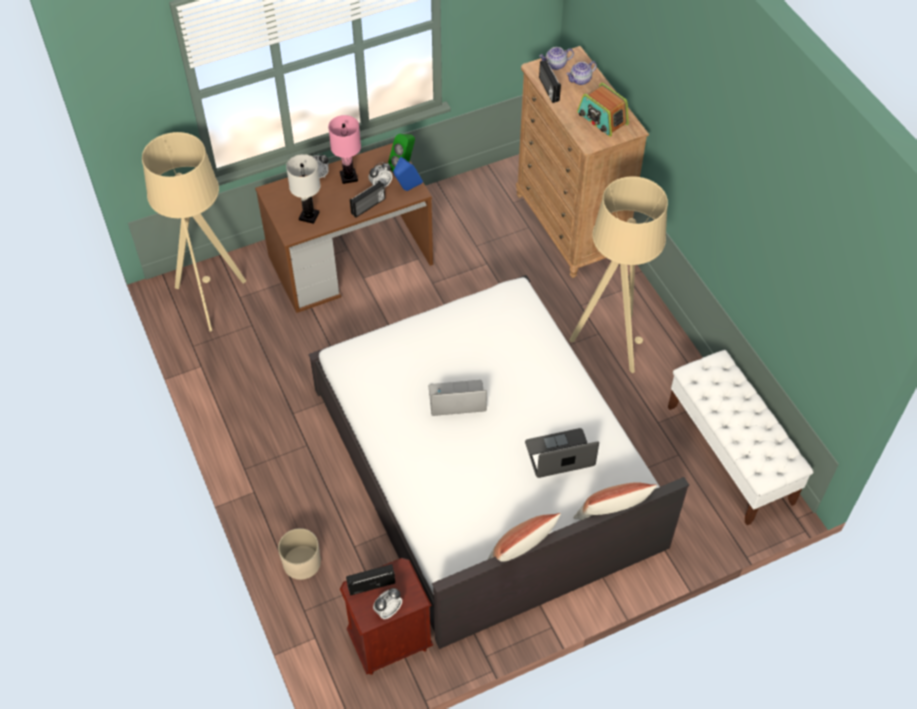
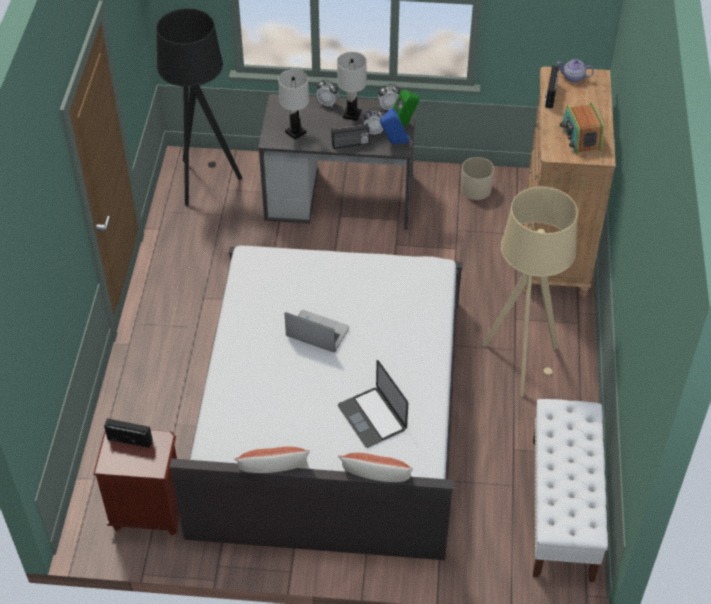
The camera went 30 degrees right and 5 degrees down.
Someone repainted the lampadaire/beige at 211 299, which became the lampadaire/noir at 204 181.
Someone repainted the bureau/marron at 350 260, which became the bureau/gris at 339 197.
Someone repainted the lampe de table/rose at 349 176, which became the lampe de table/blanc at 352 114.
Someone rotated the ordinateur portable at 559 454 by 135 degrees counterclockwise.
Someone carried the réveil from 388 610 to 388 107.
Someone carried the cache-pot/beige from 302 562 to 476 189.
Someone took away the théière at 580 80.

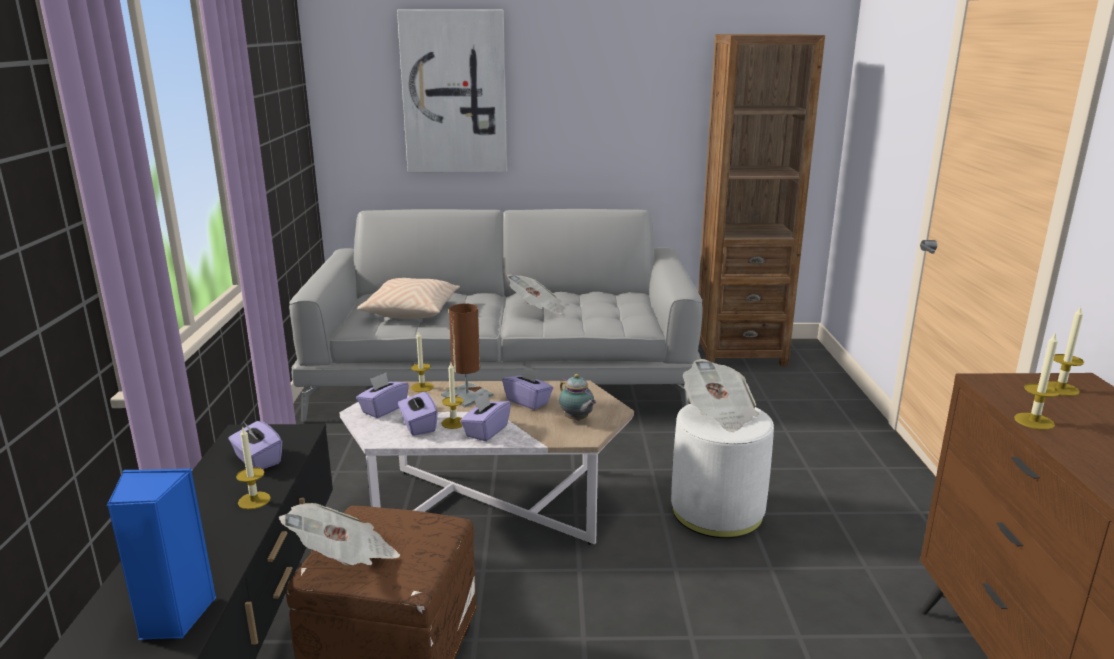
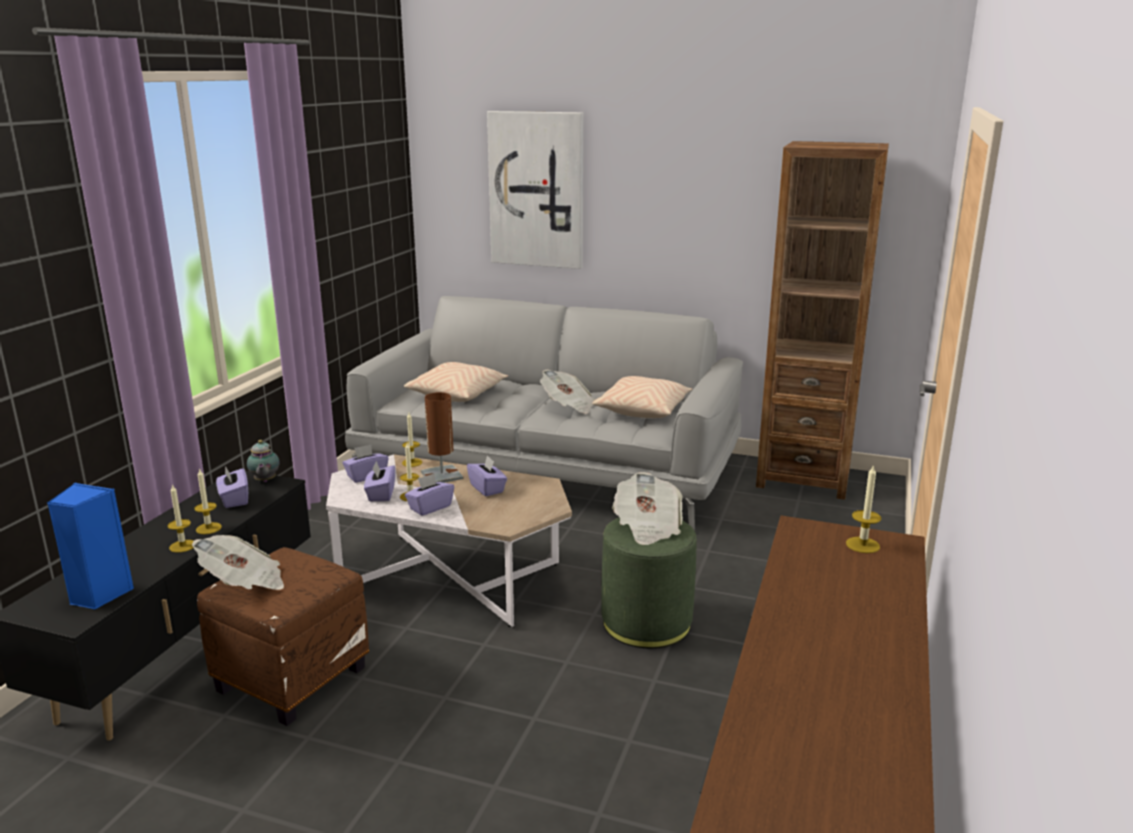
The camera went 20 degrees right and 0 degrees up.
Someone carried the bougie from 1034 421 to 182 546.
Someone carried the théière from 577 420 to 265 481.
Someone put down the coussin/beige at 643 410.
Someone repainted the pouf/blanc at 717 512, which became the pouf/vert at 646 623.

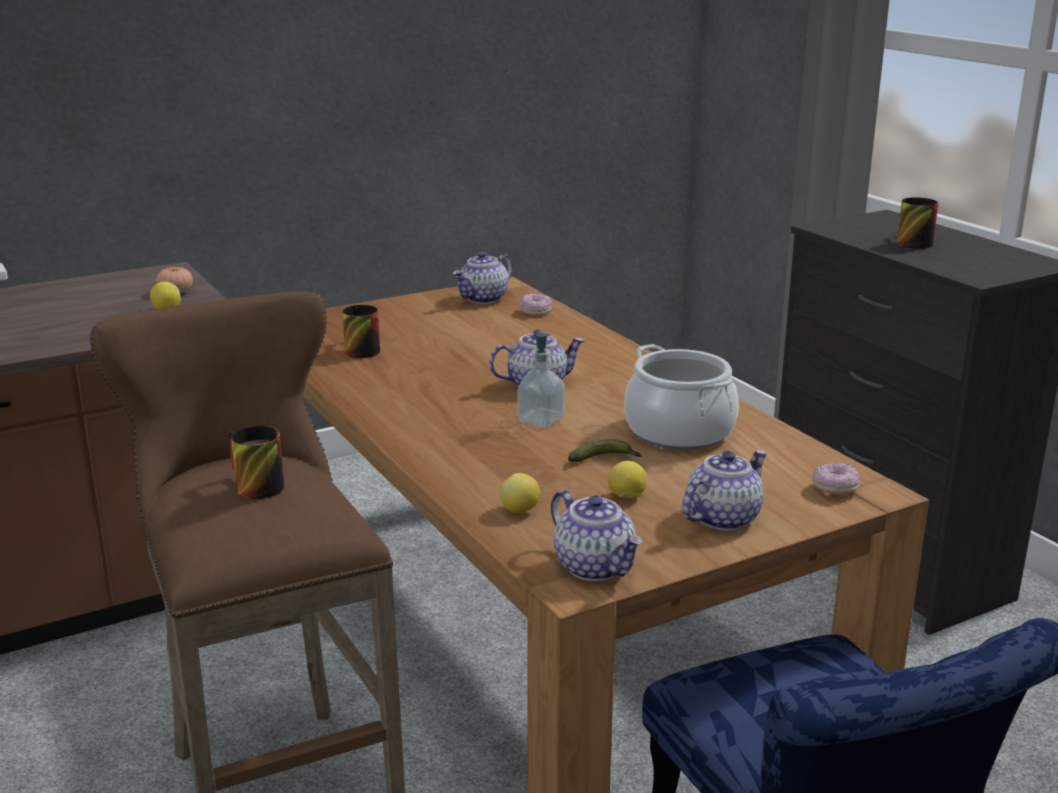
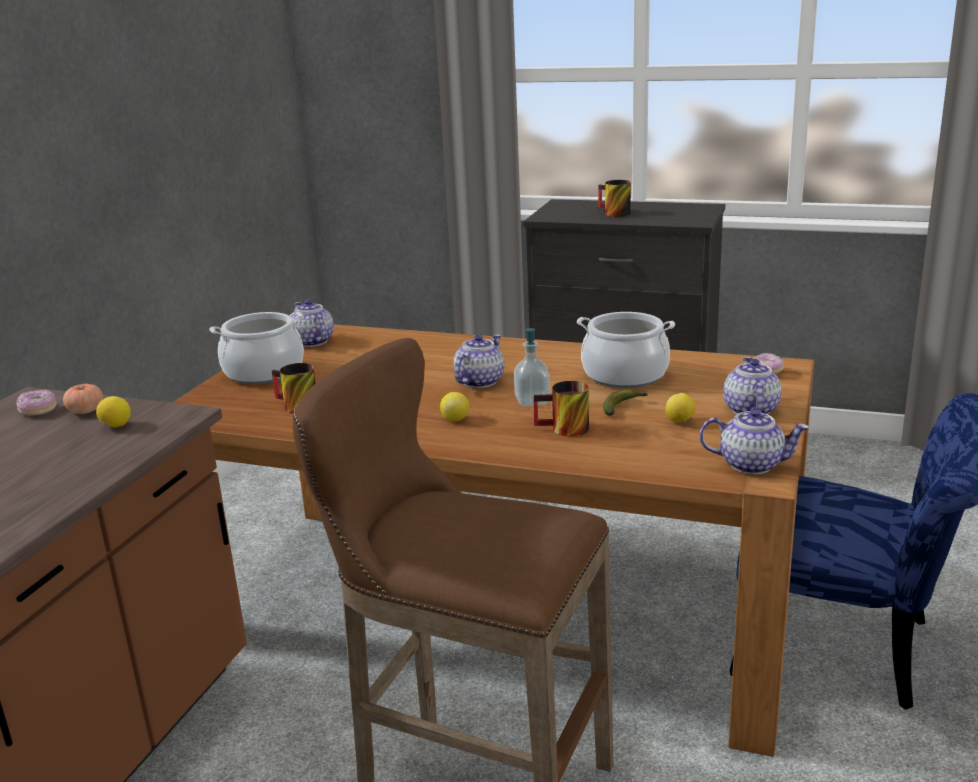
The camera went 40 degrees left and 0 degrees up.
Someone carried the beignet from 535 312 to 38 410.
Someone put down the marmite at 264 372.
Someone rotated the théière at 484 299 by 150 degrees clockwise.
Someone carried the citron from 520 510 to 455 419.
Someone carried the mug from 251 486 to 564 430.

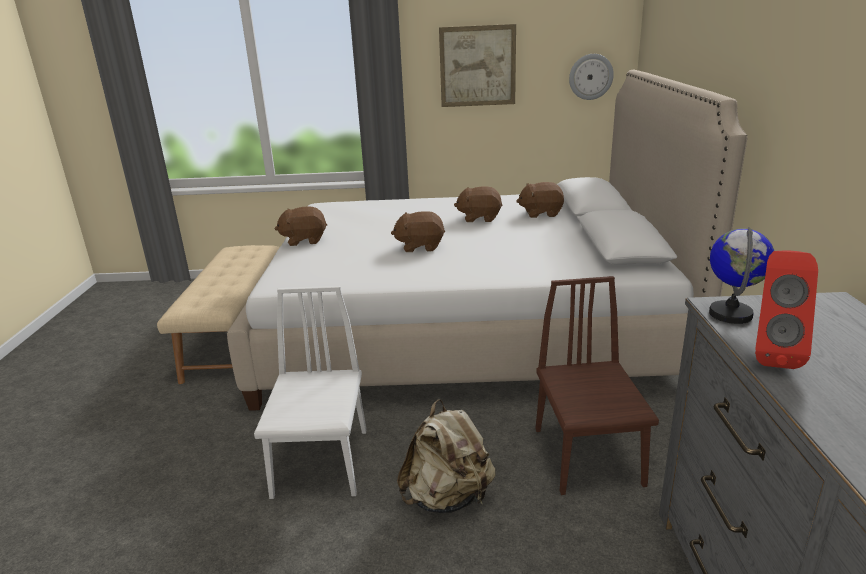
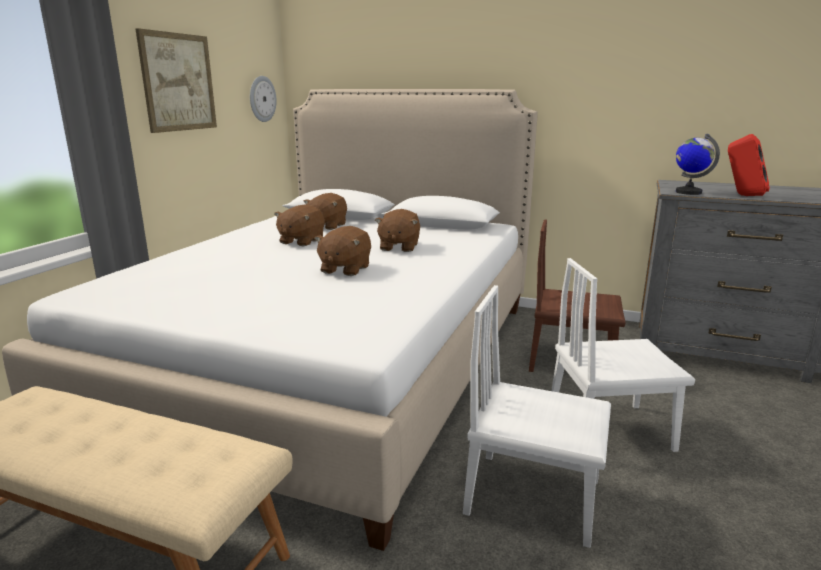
The camera went 70 degrees left and 5 degrees down.
Someone carried the peluche/marron from 304 240 to 398 247.
Someone swapped the sac à dos/beige at 448 498 for the chaise/blanc at 609 430.

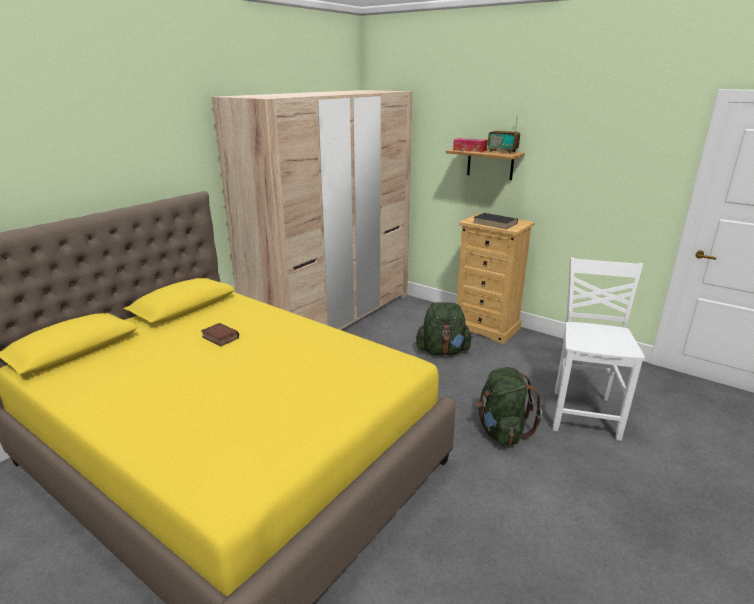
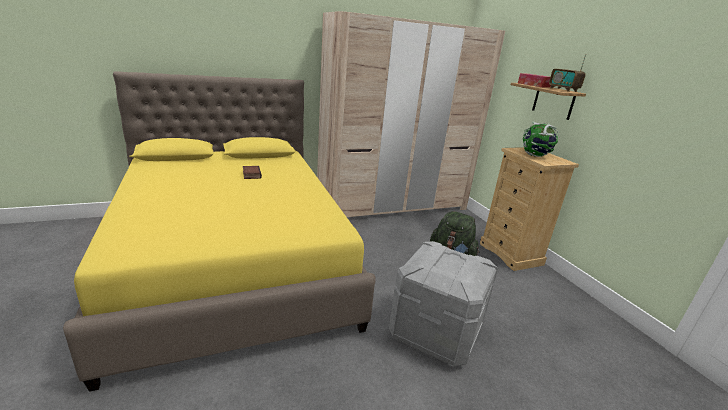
The camera went 30 degrees right and 0 degrees up.
Someone swapped the sac à dos/vert at 501 431 for the boîte de rangement/gris at 435 332.
Someone swapped the livre/noir at 495 223 for the globe at 535 156.
Someone took away the chaise/blanc at 584 413.

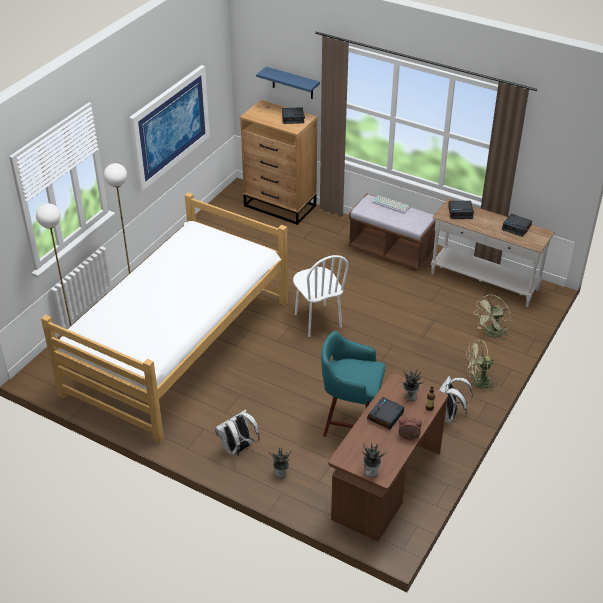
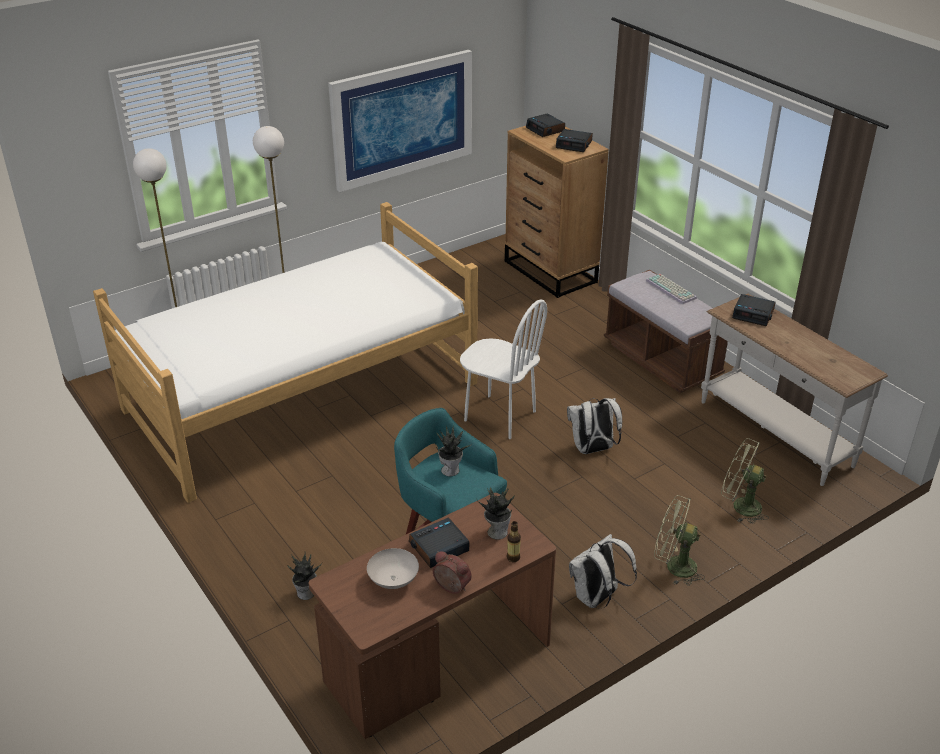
The camera went 25 degrees right and 5 degrees down.
Someone put down the bol/blanc at 393 581.
Someone carried the plante en pot from 371 471 to 451 470.
Someone rotated the chaise/blanc at 317 320 by 60 degrees counterclockwise.
Someone carried the réveil from 516 228 to 545 129.
Someone carried the sac à dos/blanc from 238 449 to 592 449.
Someone rotated the ventilateur/vert at 491 334 by 45 degrees clockwise.
Someone took away the étagère/bleu at 292 83.

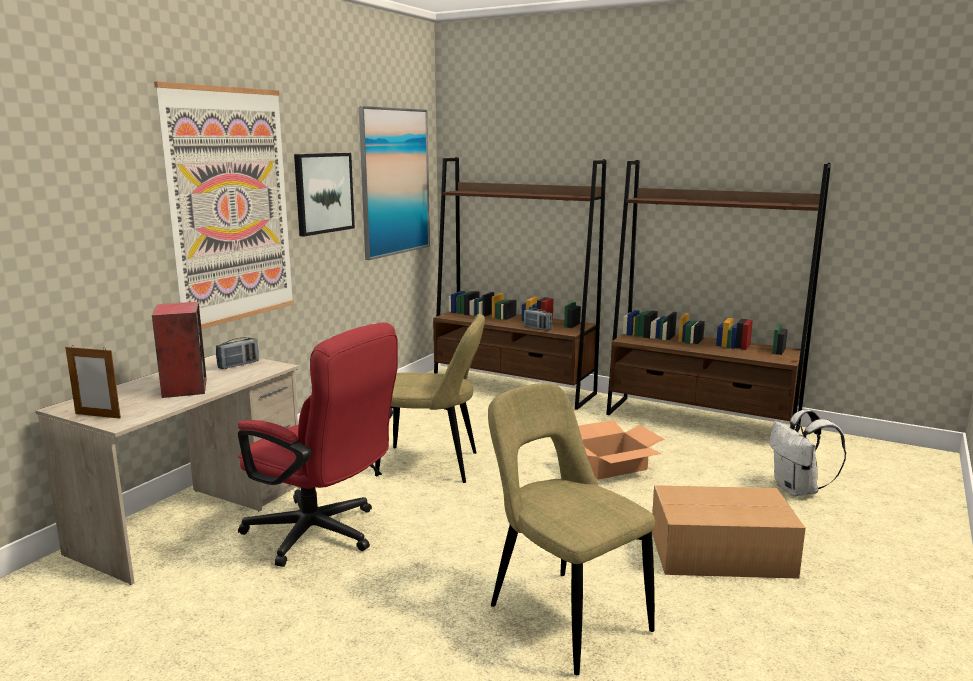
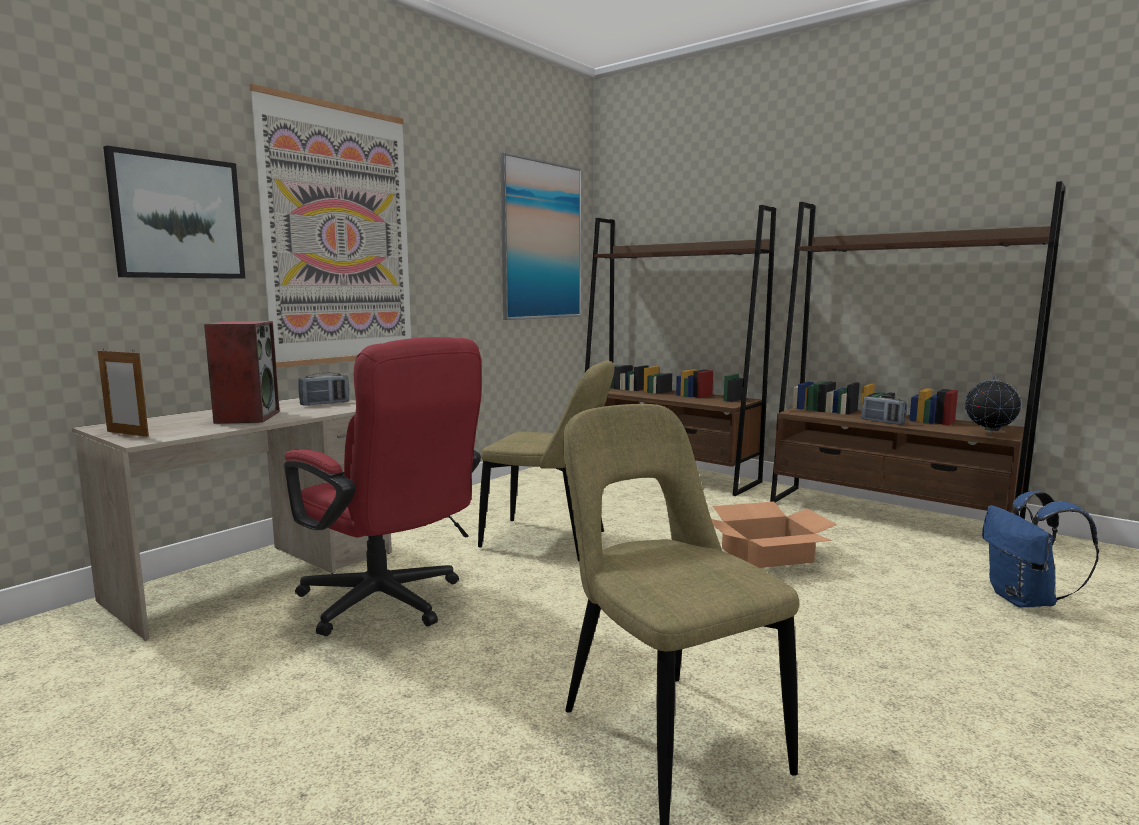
The camera went 10 degrees right and 5 degrees down.
Someone carried the tableau from 323 193 to 177 218.
Someone carried the radio from 537 328 to 882 422.
Someone put down the globe at 989 434.
Someone repainted the sac à dos/blanc at 798 490, which became the sac à dos/bleu at 1025 600.
Someone took away the carton at 723 554.

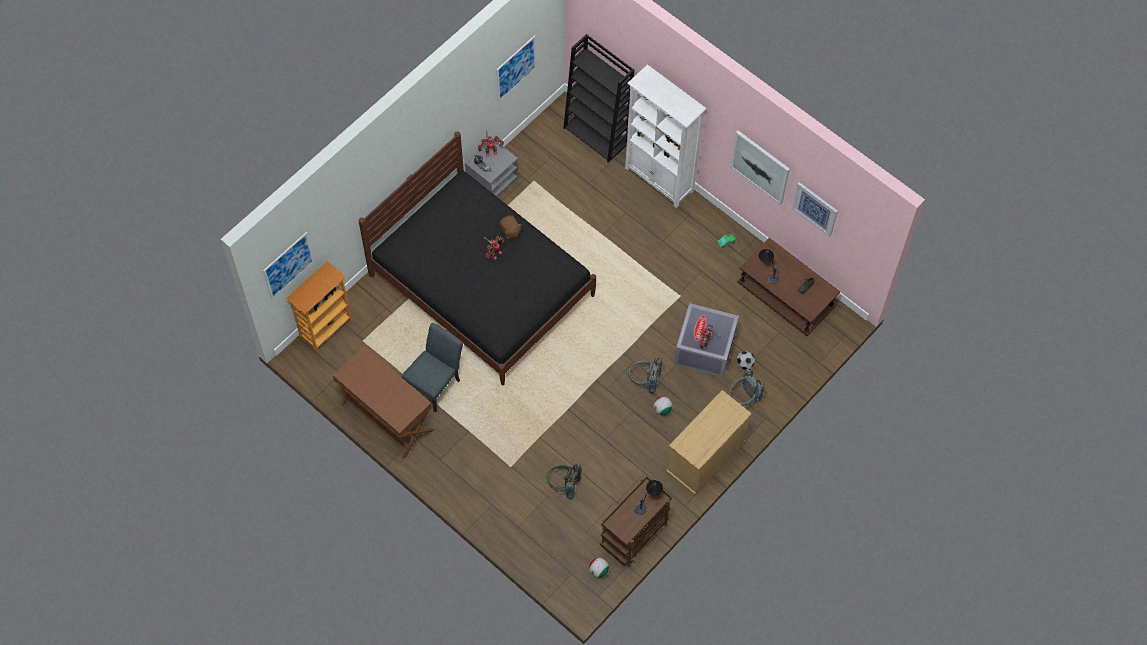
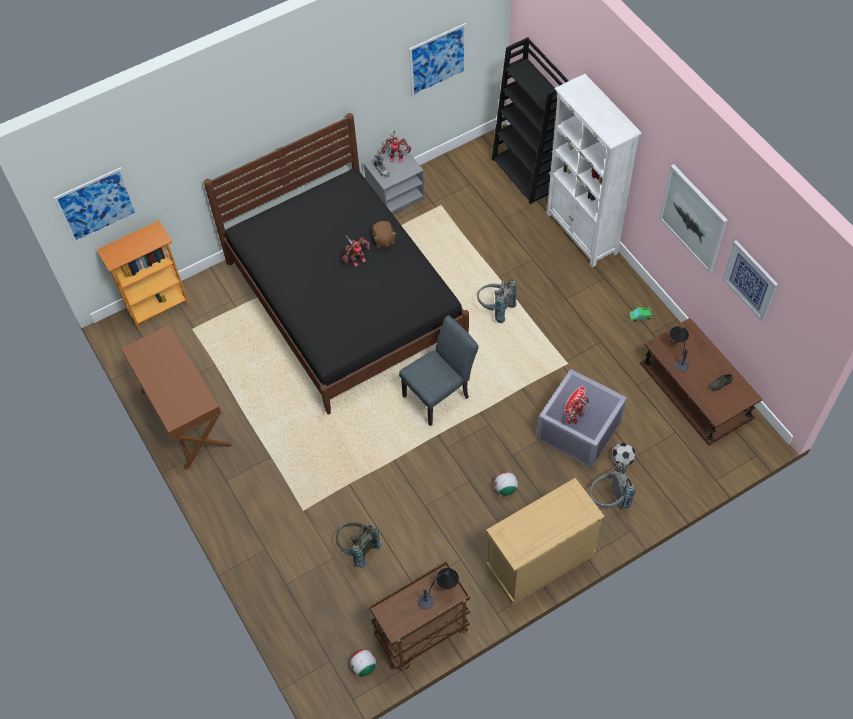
The camera went 20 degrees right and 5 degrees down.
Someone carried the chaise/gris from 436 383 to 440 394.
Someone carried the sac à dos/gris from 644 381 to 495 309.

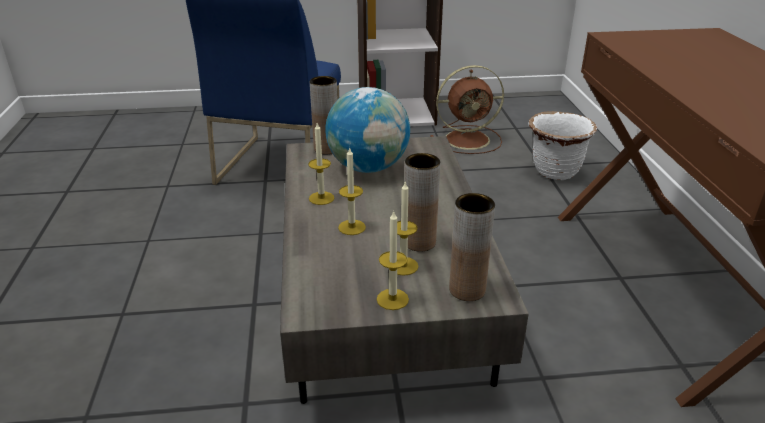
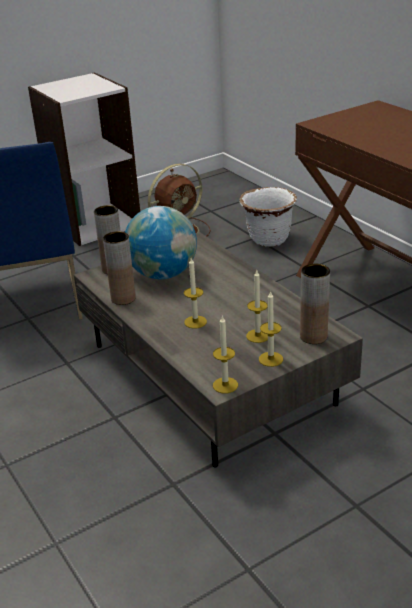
The camera went 25 degrees left and 0 degrees up.
Someone carried the vase/marron from 419 242 to 123 298.
Someone carried the bougie from 321 198 to 225 385.

